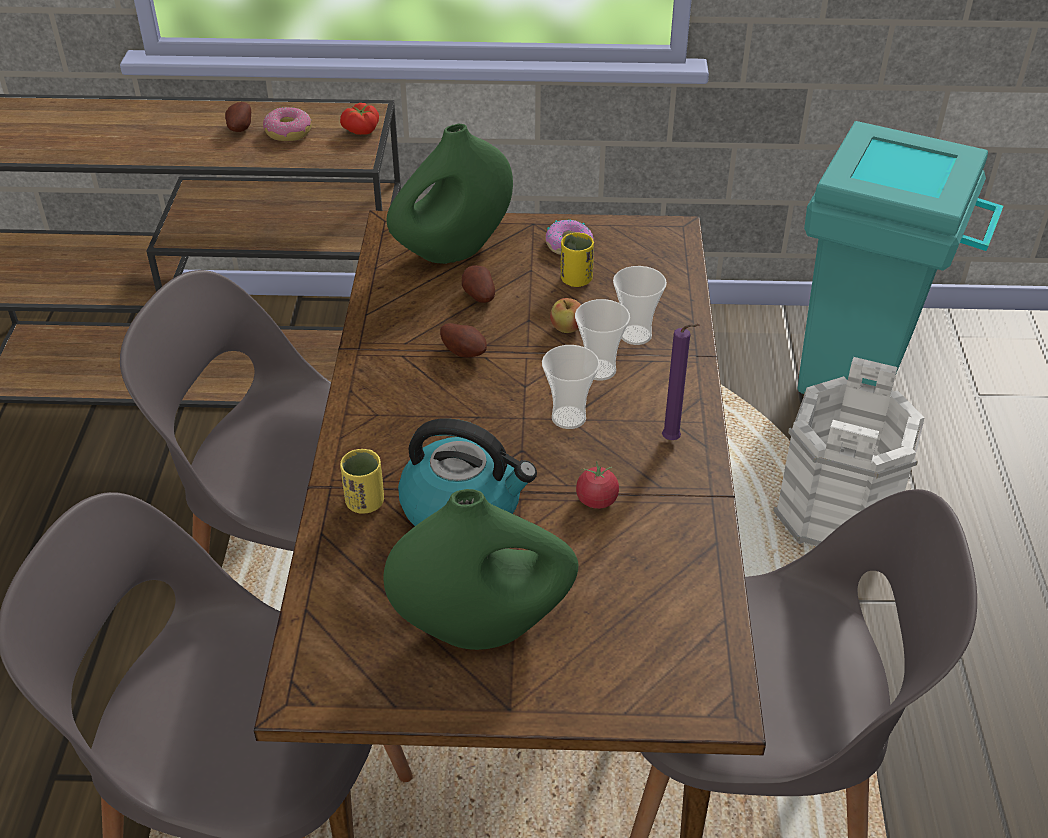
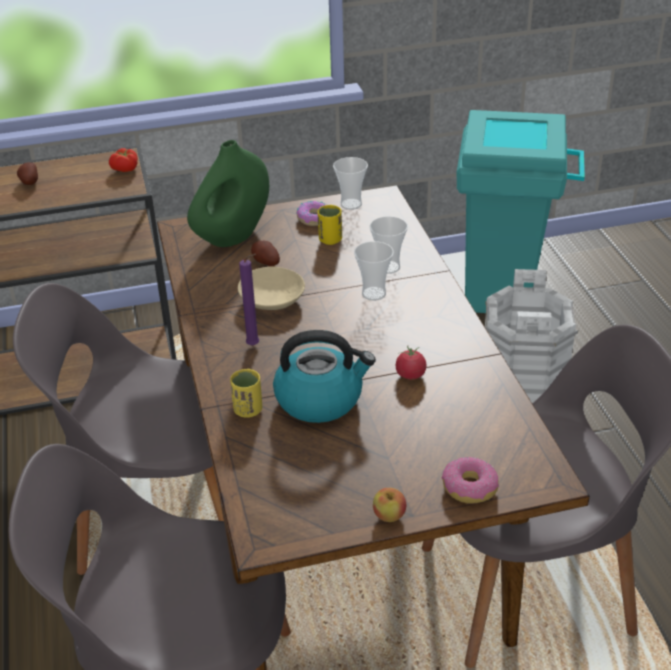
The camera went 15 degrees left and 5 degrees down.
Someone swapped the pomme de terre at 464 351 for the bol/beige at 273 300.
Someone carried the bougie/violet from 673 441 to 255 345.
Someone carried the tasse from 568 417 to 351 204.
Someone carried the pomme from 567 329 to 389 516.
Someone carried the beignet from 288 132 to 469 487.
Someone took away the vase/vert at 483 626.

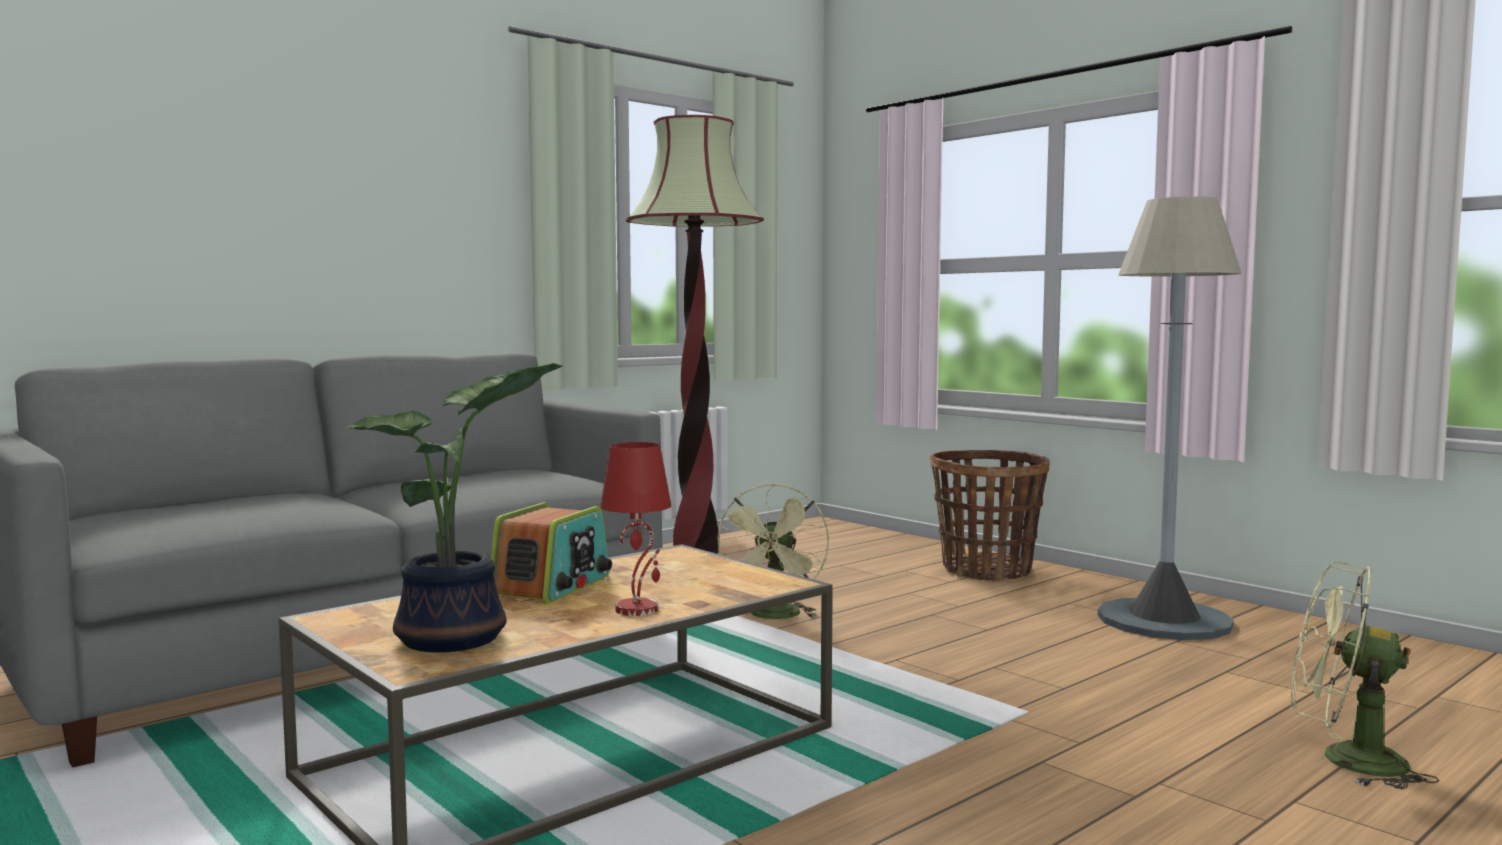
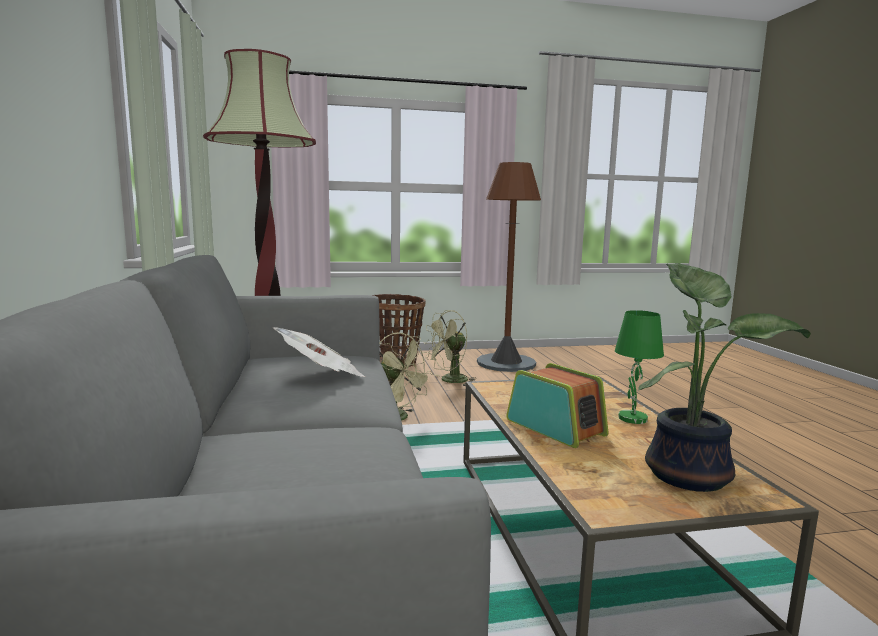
The camera went 60 degrees left and 5 degrees up.
Someone put down the journal at 321 375.
Someone carried the ventilateur/vert from 1345 760 to 449 381.
Someone repainted the lampadaire/gris at 1164 620, which became the lampadaire/marron at 506 363.
Someone repainted the lampe de table/rouge at 637 609, which became the lampe de table/vert at 631 418.

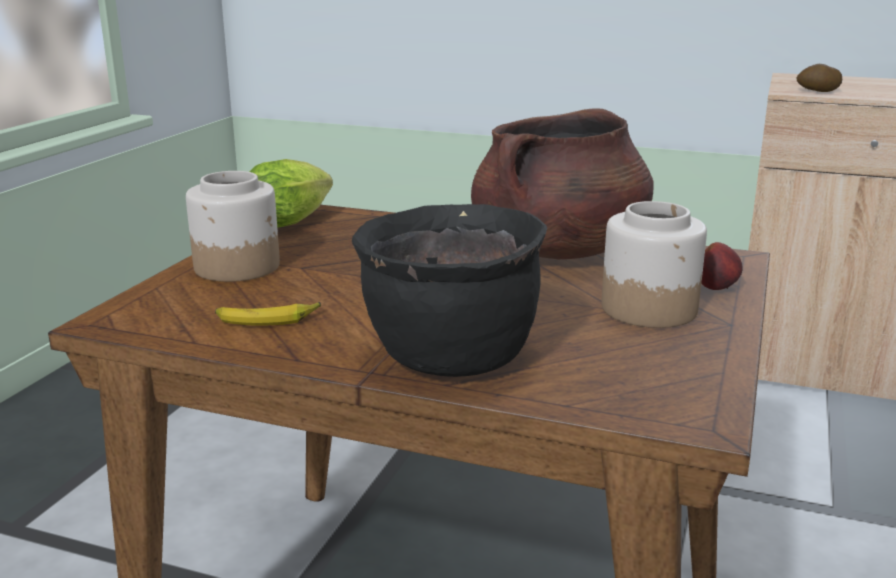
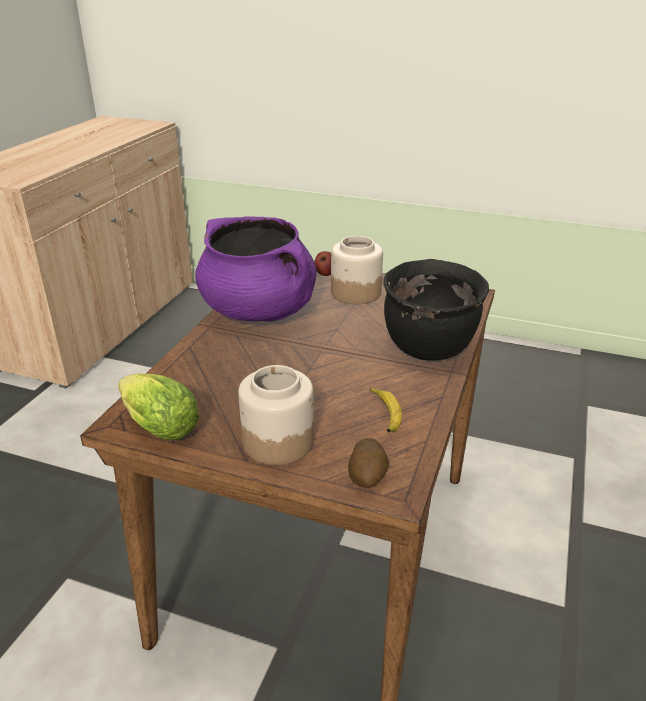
The camera went 90 degrees left and 10 degrees up.
Someone repainted the marmite/marron at 558 250, which became the marmite/violet at 259 311.
Someone carried the pomme de terre from 817 91 to 367 477.

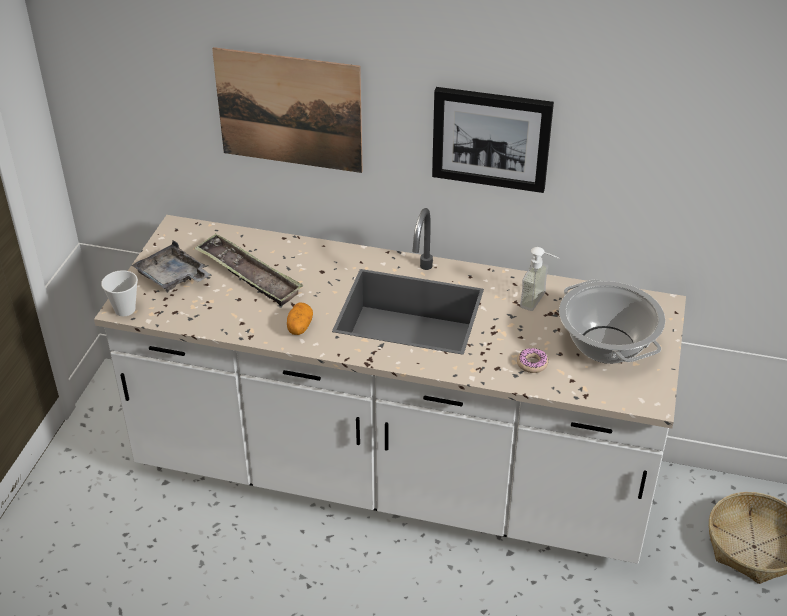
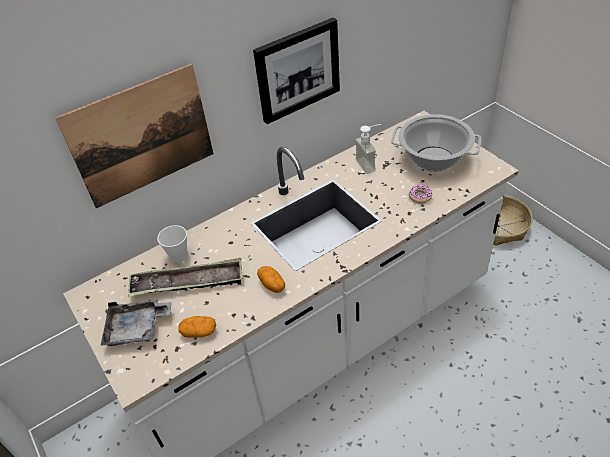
The camera went 45 degrees left and 5 degrees up.
Someone carried the tasse from 125 309 to 179 256.
Someone put down the pomme de terre at 199 332.

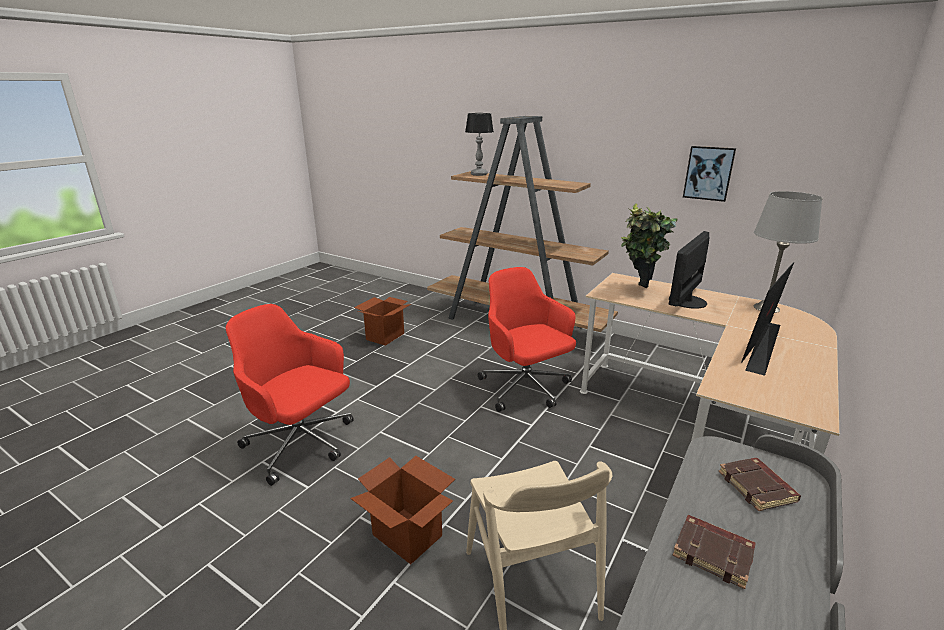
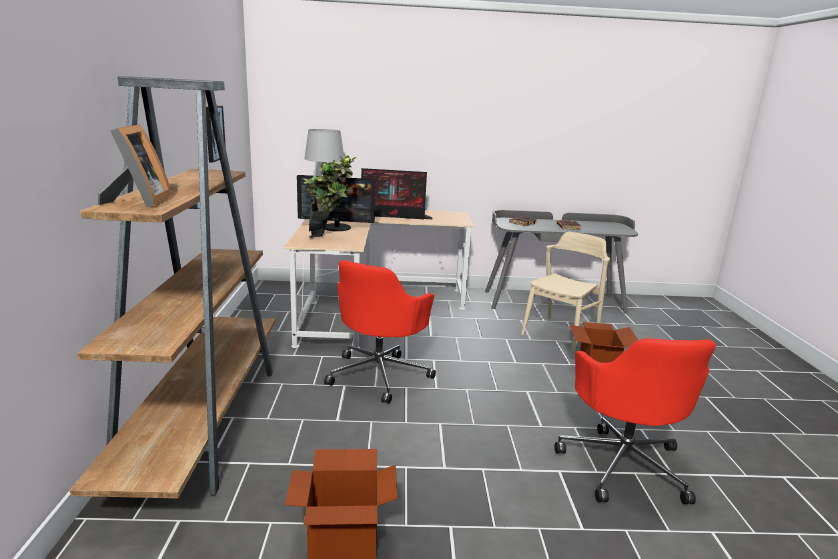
The camera went 125 degrees left and 5 degrees down.
Someone swapped the lampe de table at 479 174 for the cadre photo at 139 202.

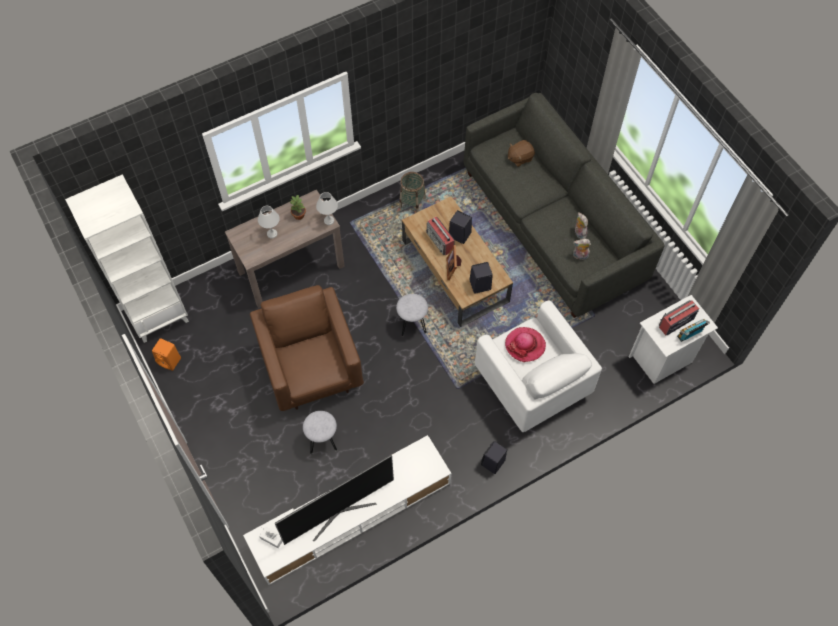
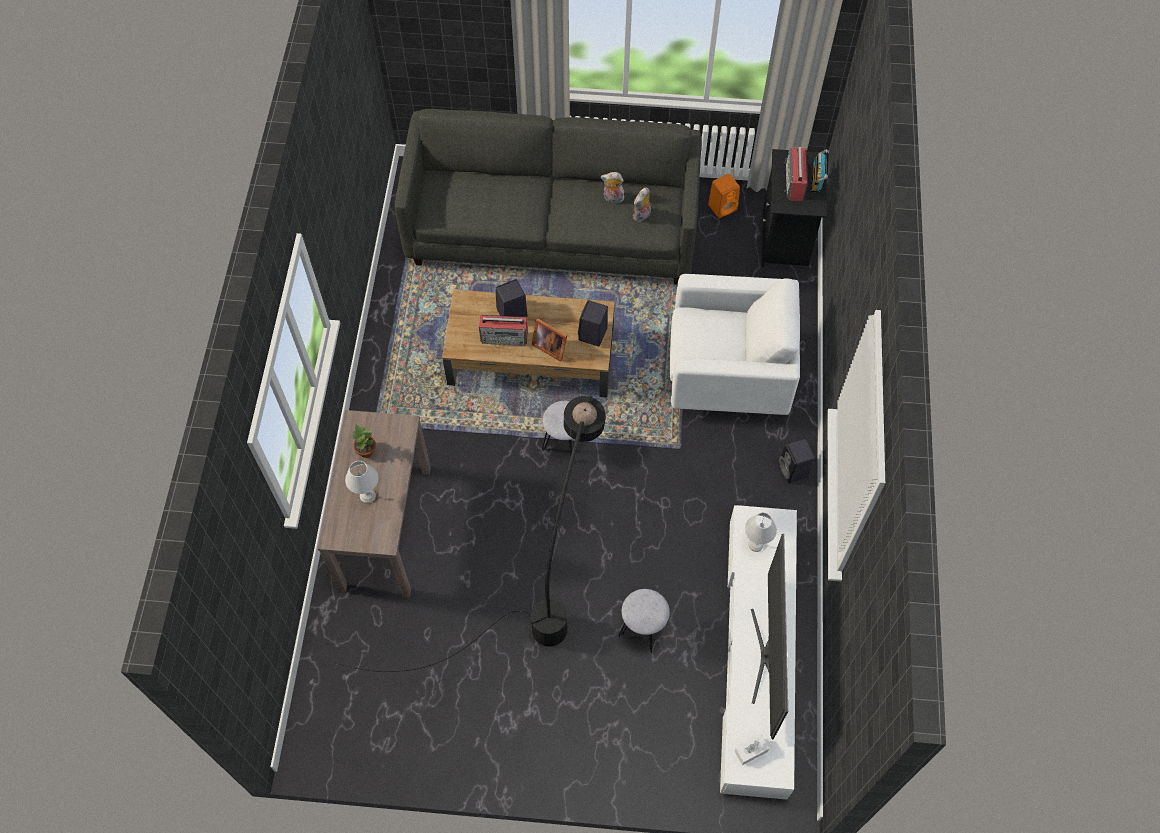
The camera went 55 degrees left and 0 degrees up.
Someone swapped the fauteuil/marron at 312 368 for the lampadaire/noir at 540 585.
Someone carried the enceinte/orange from 170 361 to 723 207.
Someone carried the lampe de table/blanc from 328 220 to 755 544.
Someone repainted the table de chevet/blanc at 662 359, which became the table de chevet/noir at 786 240.
Someone took away the bibliothèque/blanc at 159 316.
Someone took away the panier at 412 202.
Someone took away the chapeau at 525 345.
Someone took away the peluche/marron at 519 158.

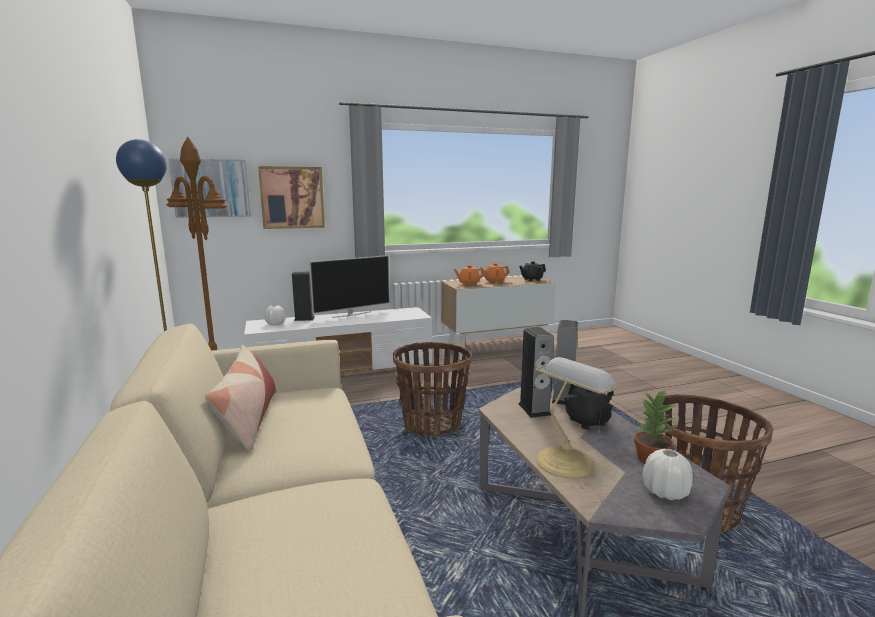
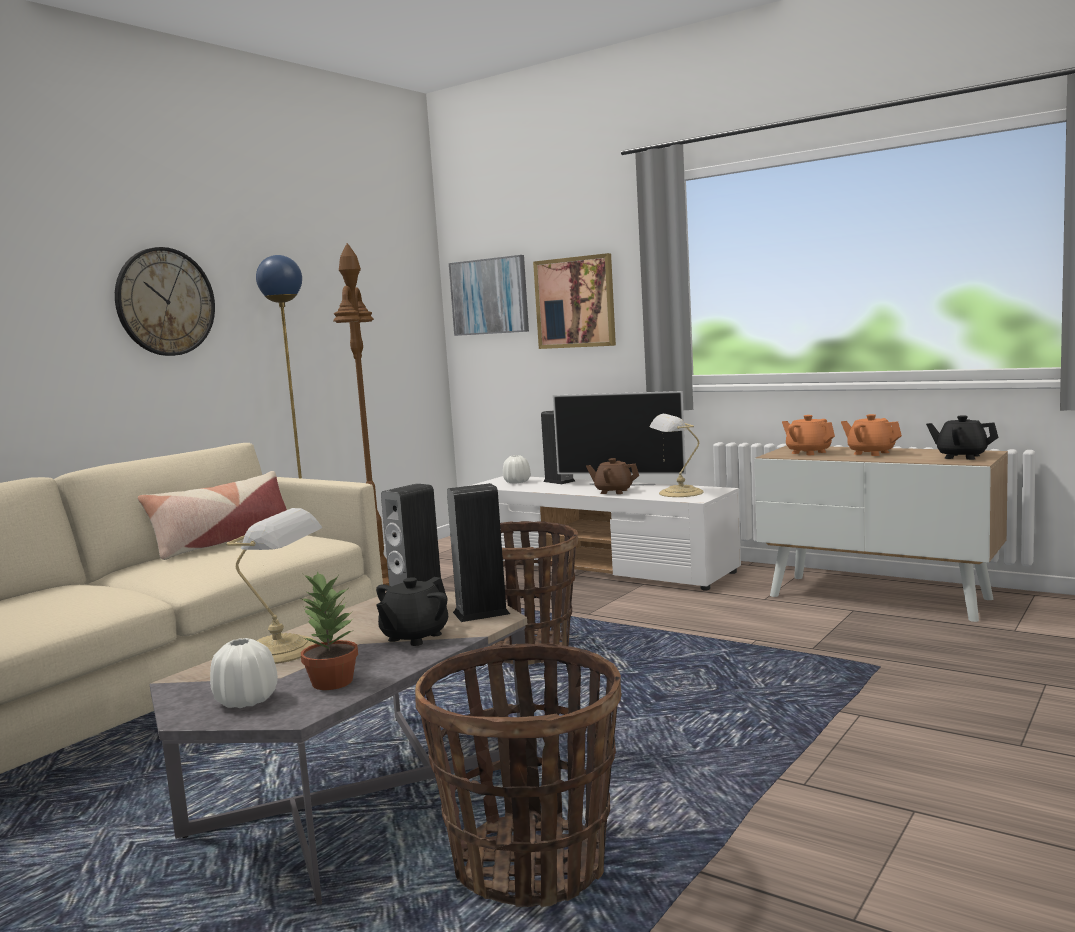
The camera went 55 degrees right and 5 degrees down.
Someone put up the horloge murale at 165 302.
Someone put down the théière/marron at 613 491.
Someone put down the lampe de table at 678 493.

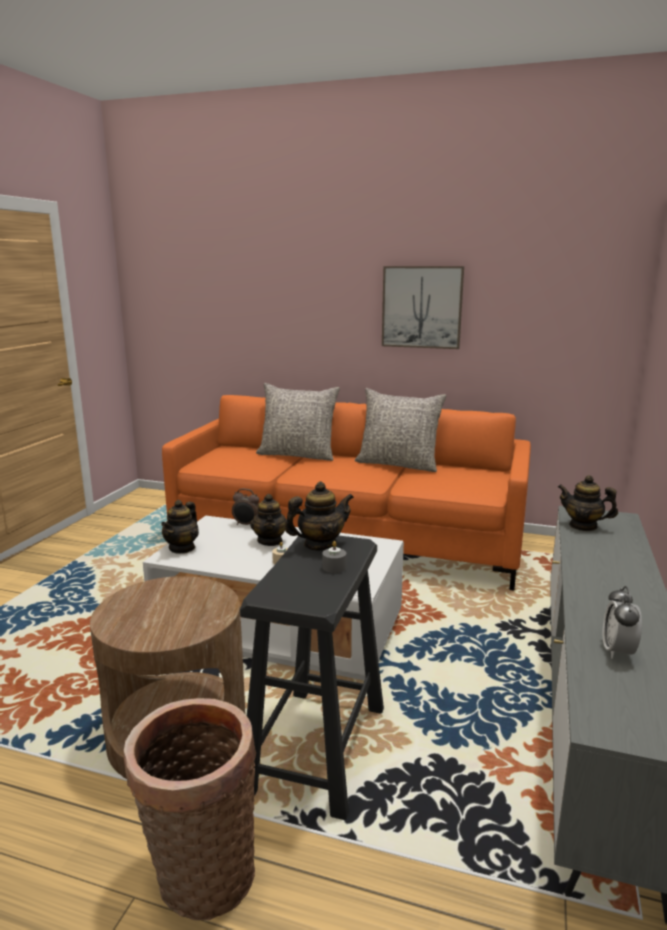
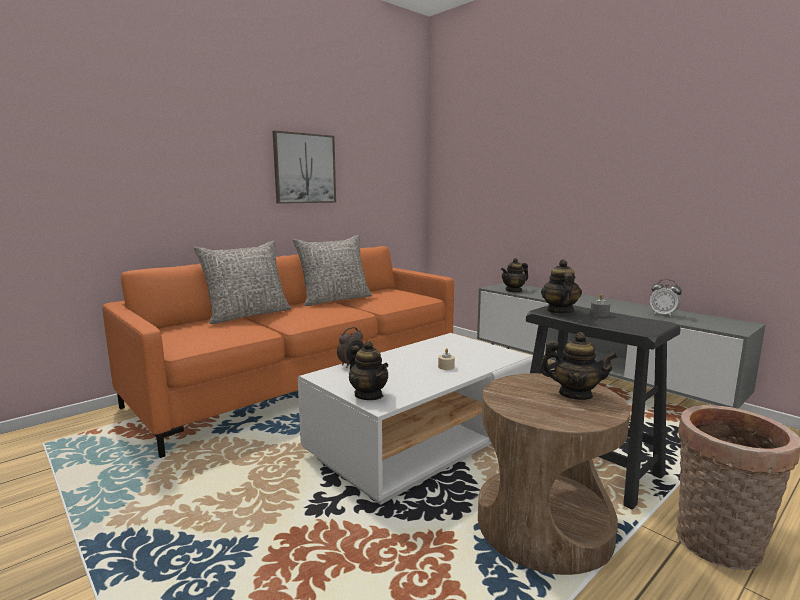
The camera went 60 degrees left and 5 degrees down.
Someone carried the théière from 270 541 to 575 394.

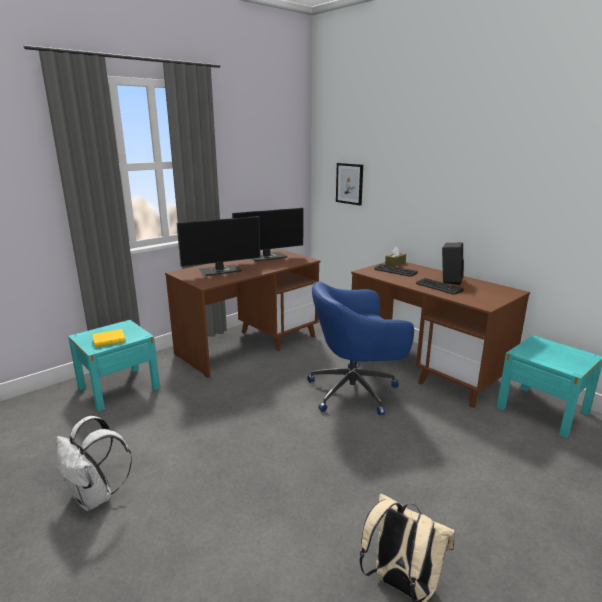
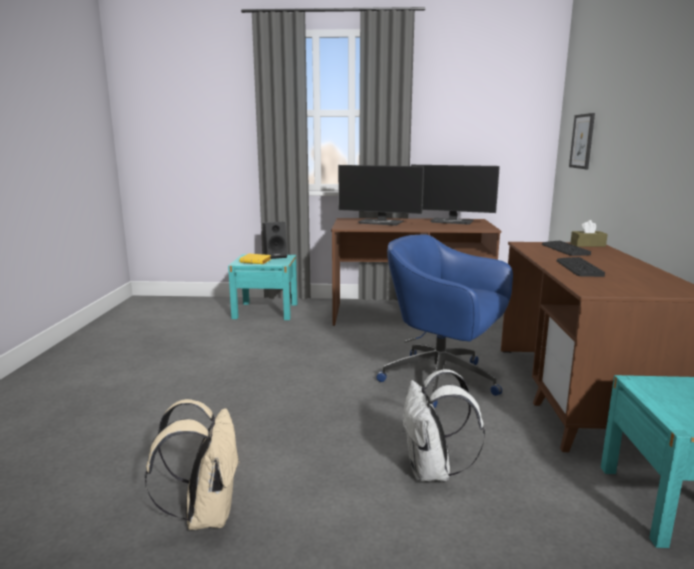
The camera went 45 degrees right and 5 degrees down.
Someone carried the enceinte/noir from 450 280 to 276 256.
Someone carried the sac à dos/blanc from 96 497 to 432 471.

